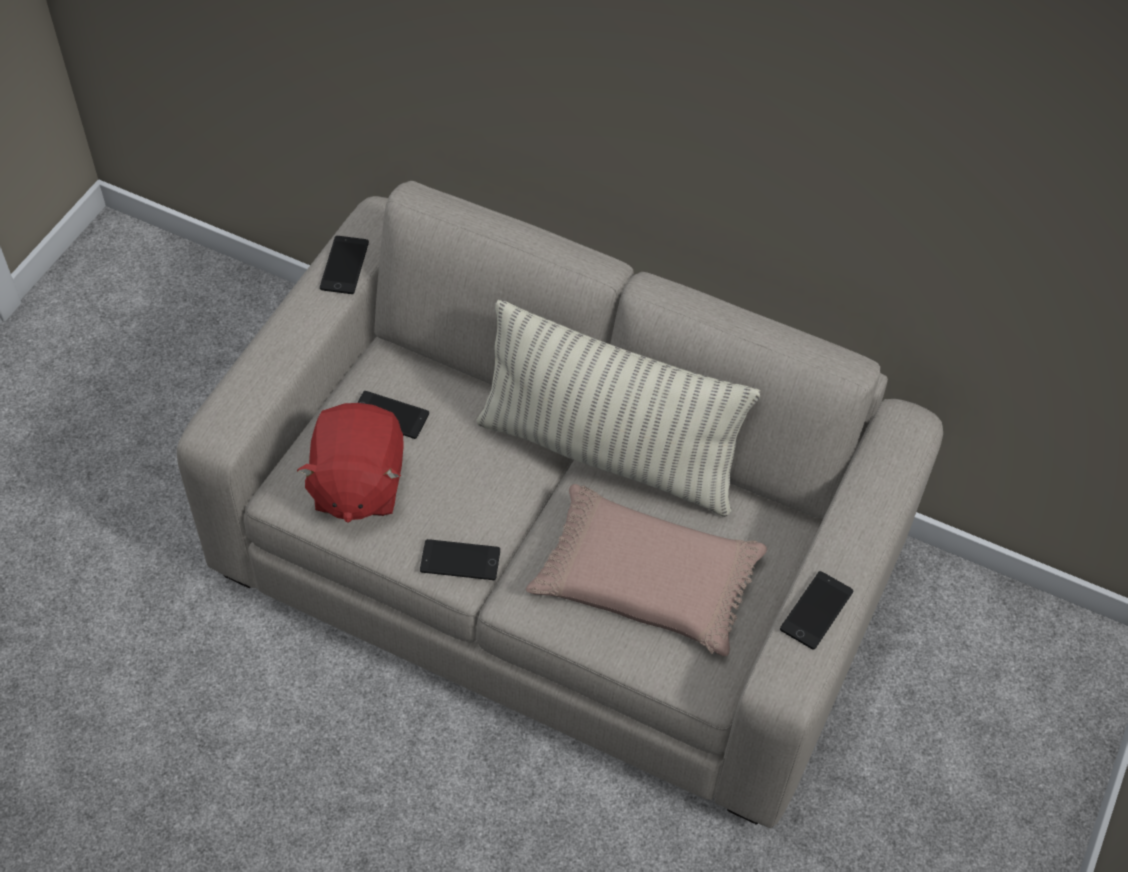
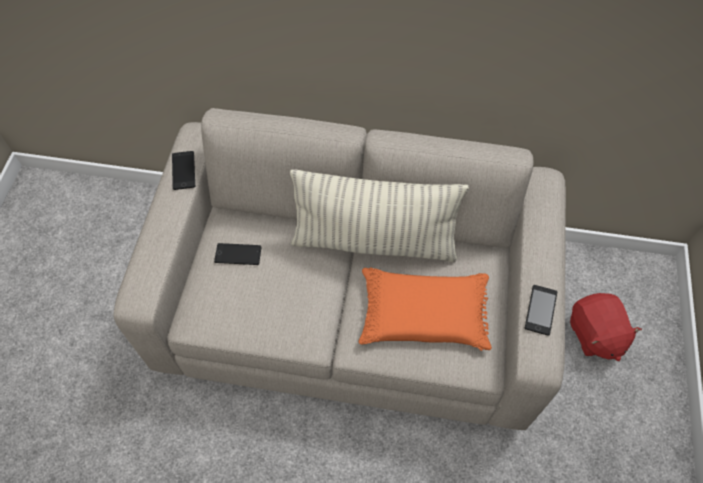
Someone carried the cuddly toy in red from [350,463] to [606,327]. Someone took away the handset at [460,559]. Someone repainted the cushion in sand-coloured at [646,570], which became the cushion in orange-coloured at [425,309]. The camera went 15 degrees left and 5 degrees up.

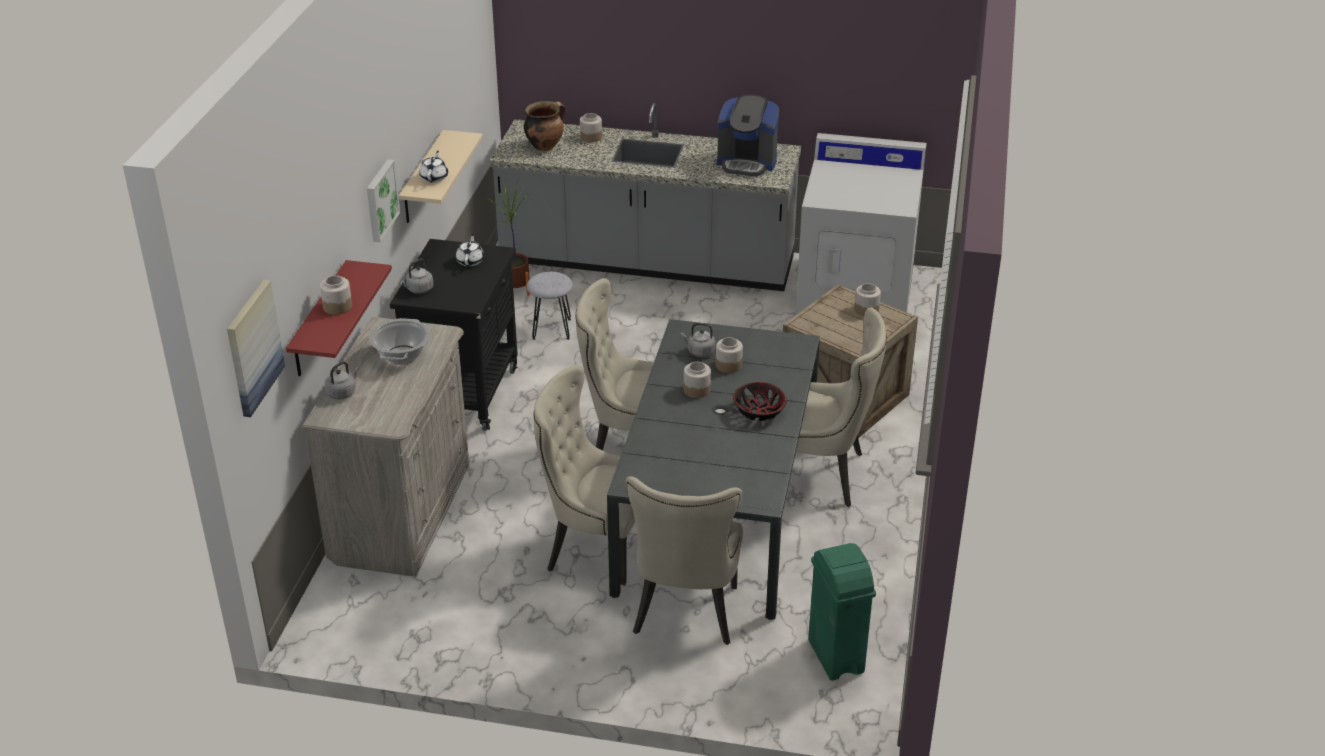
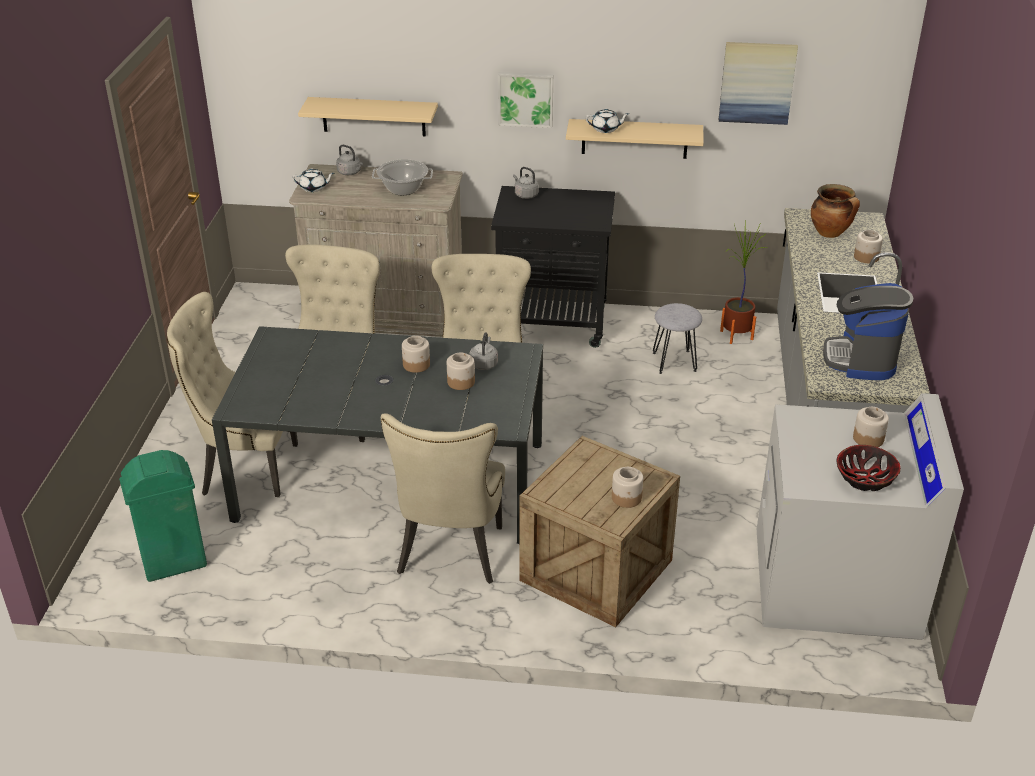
Someone carried the wall art from [256,348] to [758,83]. Someone repainted the bracket shelf in red at [339,318], which became the bracket shelf in sand-coloured at [368,116]. Someone carried the preserve jar from [336,295] to [871,427]. Someone carried the tea pot in white from [470,250] to [313,180]. Someone carried the bowl from [760,401] to [868,468]. The camera went 85 degrees right and 0 degrees up.

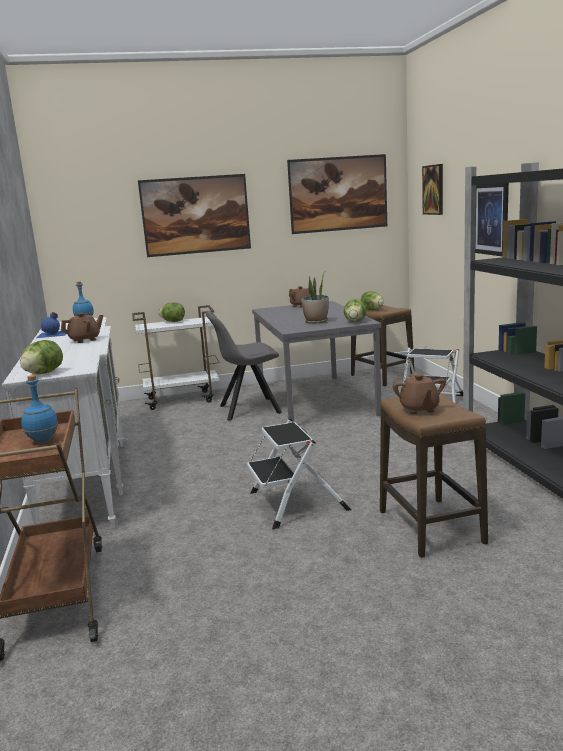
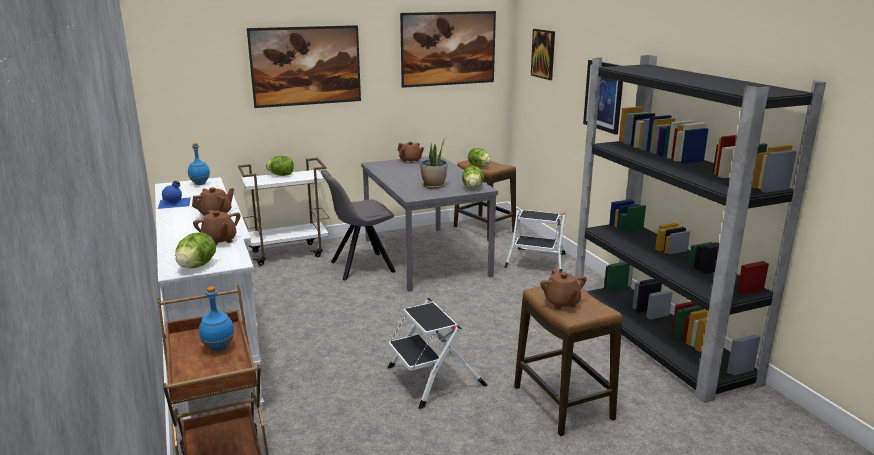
Someone put down the tea pot in brown at [217,228]. The camera went 10 degrees left and 5 degrees up.

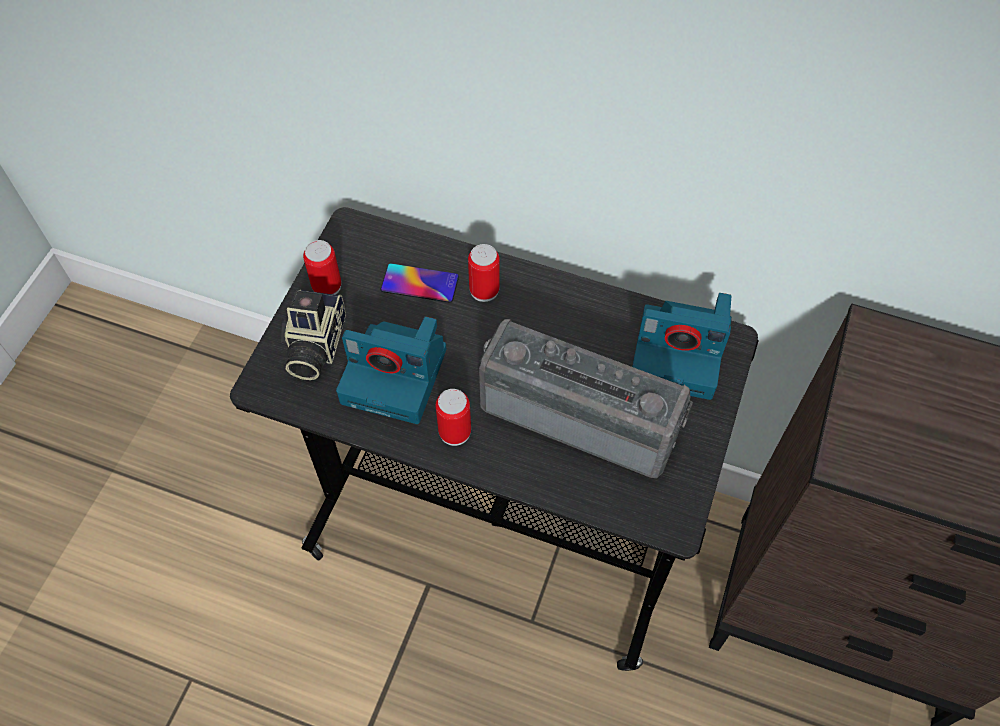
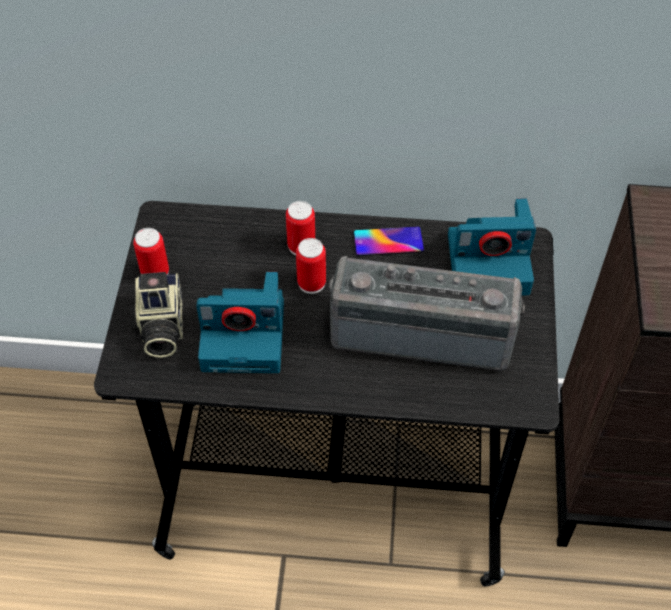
Someone carried the handset from [420,283] to [388,241]. Someone carried the sealed can from [453,417] to [311,266]. The camera went 15 degrees left and 5 degrees down.

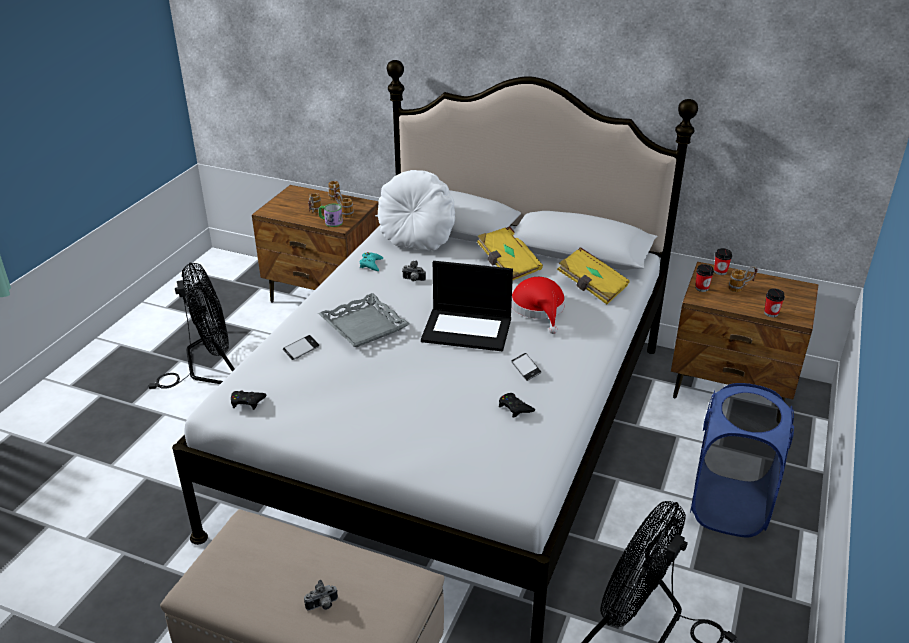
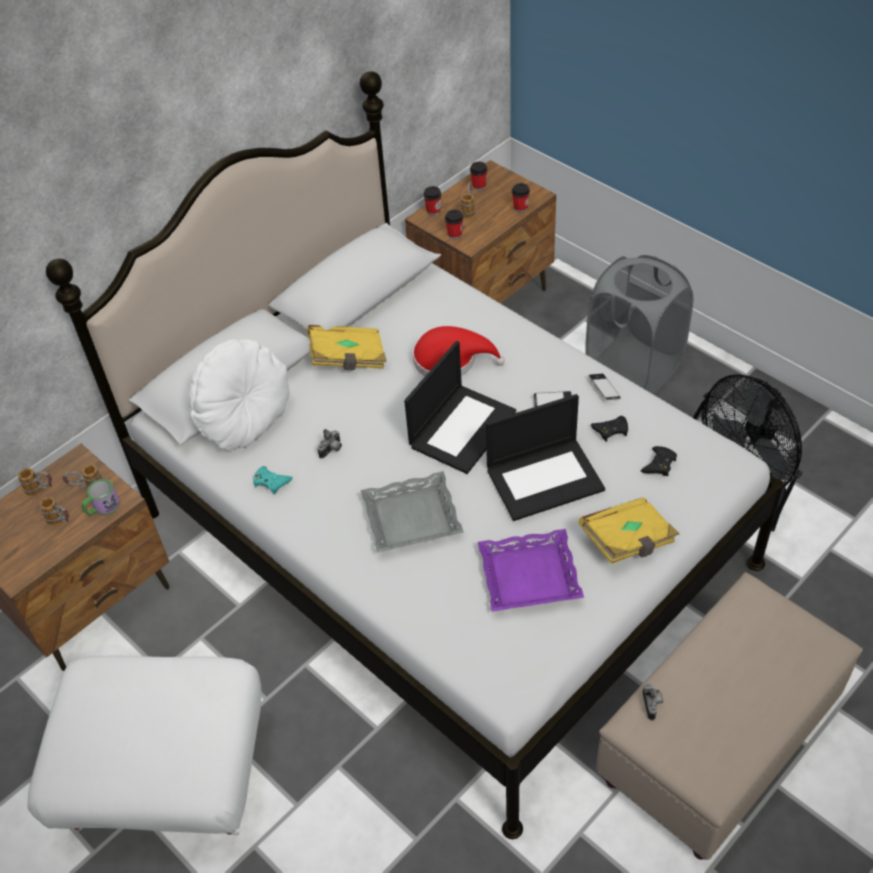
Someone swapped the cooling fan in blackish at [191,325] for the footrest in white at [144,745]. Someone carried the joypad in blackish from [249,400] to [659,461]. Someone carried the handset from [301,347] to [604,387]. Someone carried the photo camera from [321,595] to [653,701]. Someone carried the bound book in yellow-coloured from [593,275] to [628,530]. Someone repainted the laundry basket in blue at [742,460], which became the laundry basket in grey at [639,325]. Someone put down the small cup at [479,176]. Someone put down the carrying tray in purplish at [531,570]. Someone put down the portable computer at [545,457]. The camera went 65 degrees left and 15 degrees up.

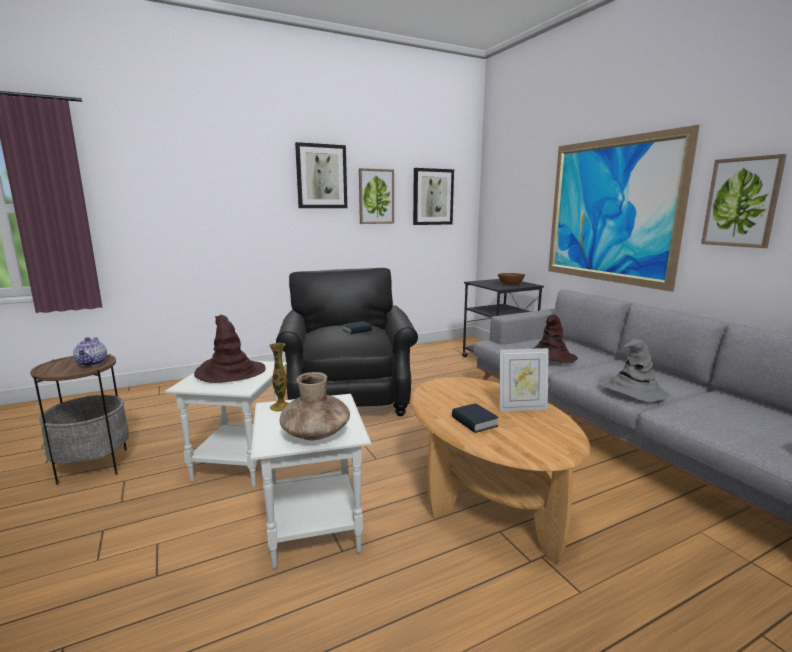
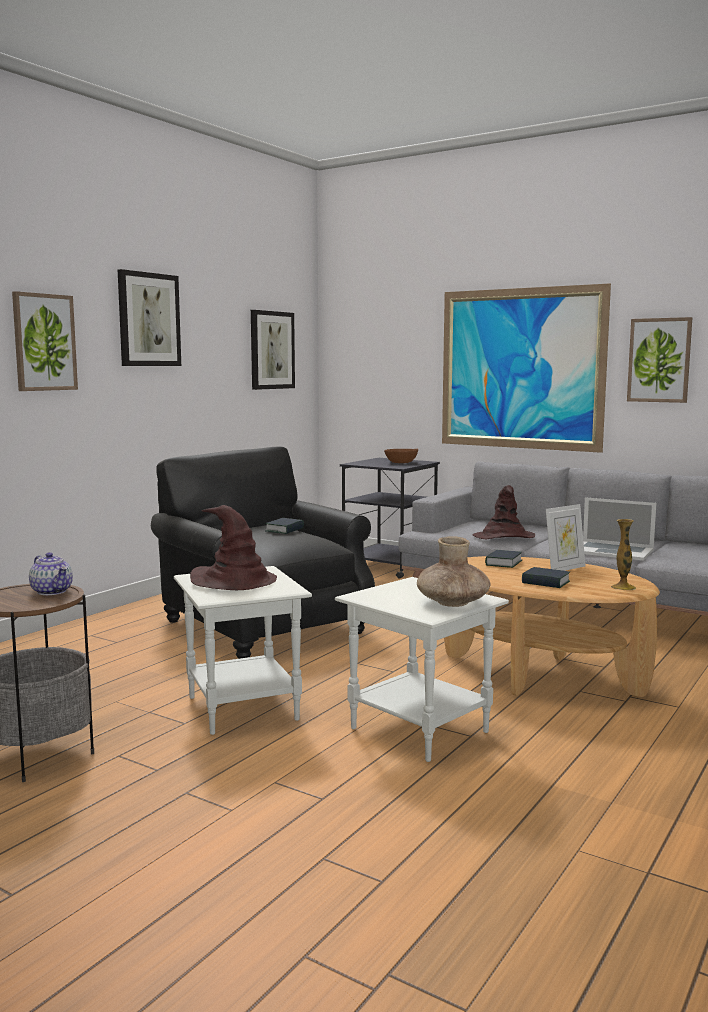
Someone carried the vase from [279,377] to [623,554]. Someone carried the wall art from [376,196] to [45,341]. Someone swapped the hat in grey at [634,370] for the portable computer at [619,529]. Someone put down the bound book at [503,559]. The camera went 30 degrees left and 5 degrees down.

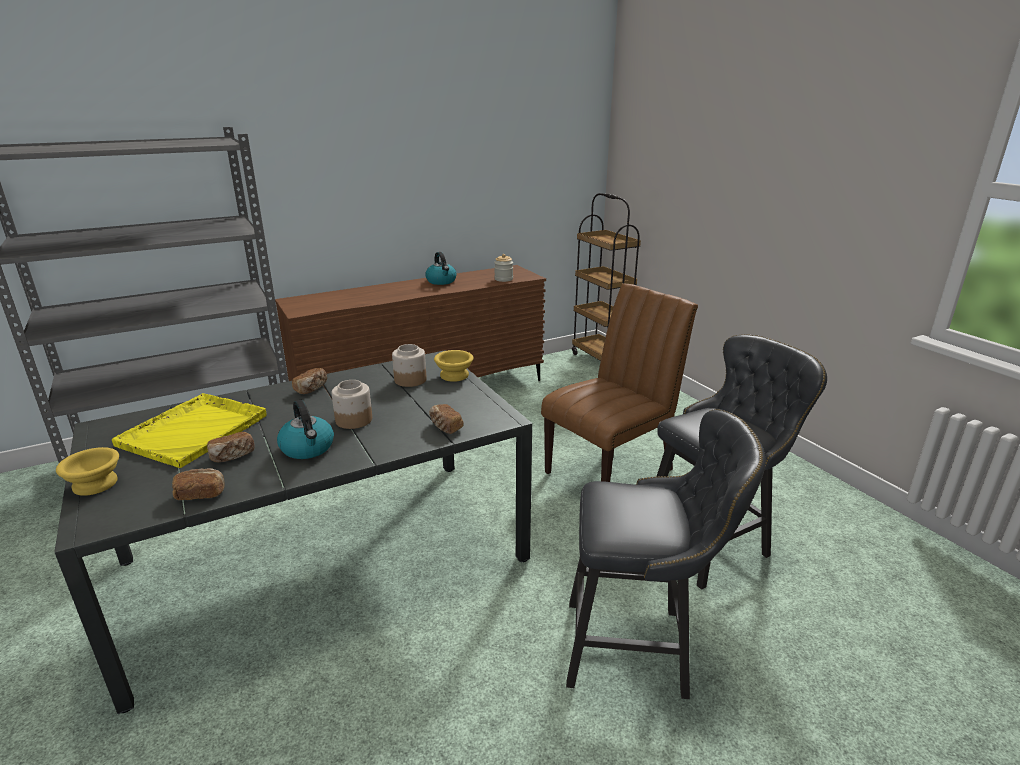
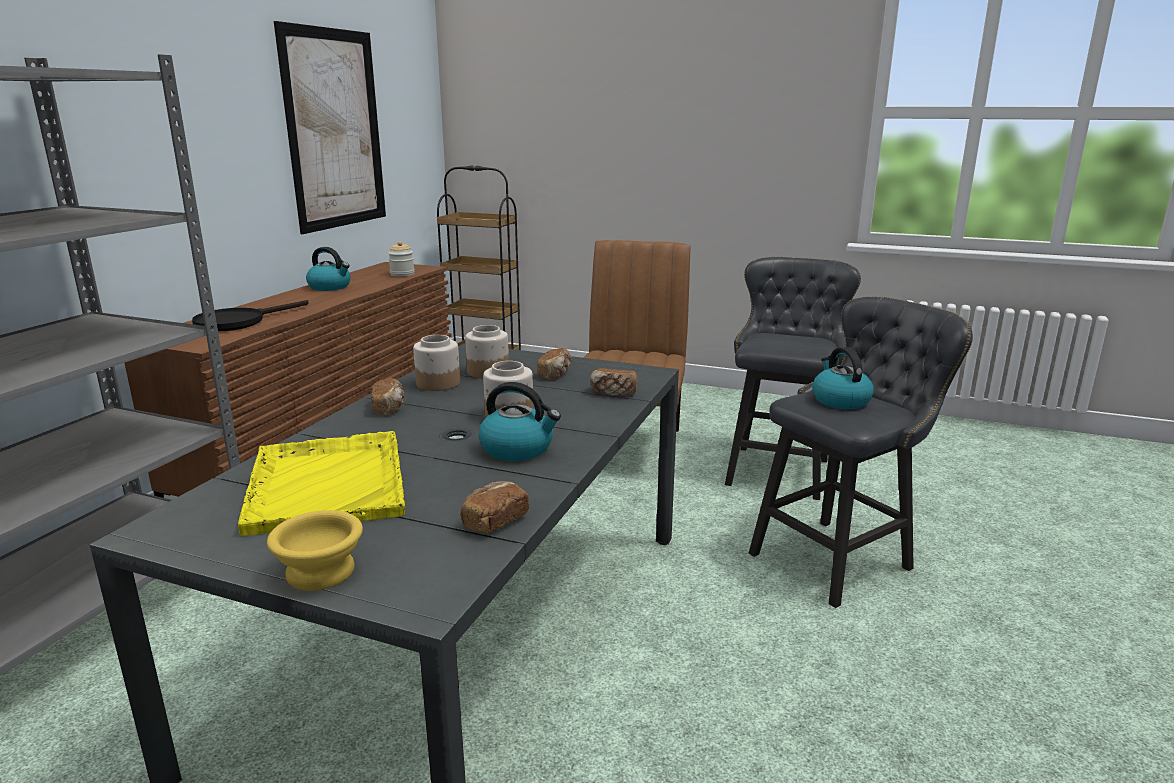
Someone carried the bakery bread from [231,447] to [554,363]. Someone took away the bowl in yellow-coloured at [453,366]. Someone put down the frying pan in blackish at [250,315]. Someone put up the wall art at [330,127]. Someone put down the preserve jar at [436,363]. Someone put down the kettle at [843,378]. The camera went 40 degrees left and 5 degrees down.

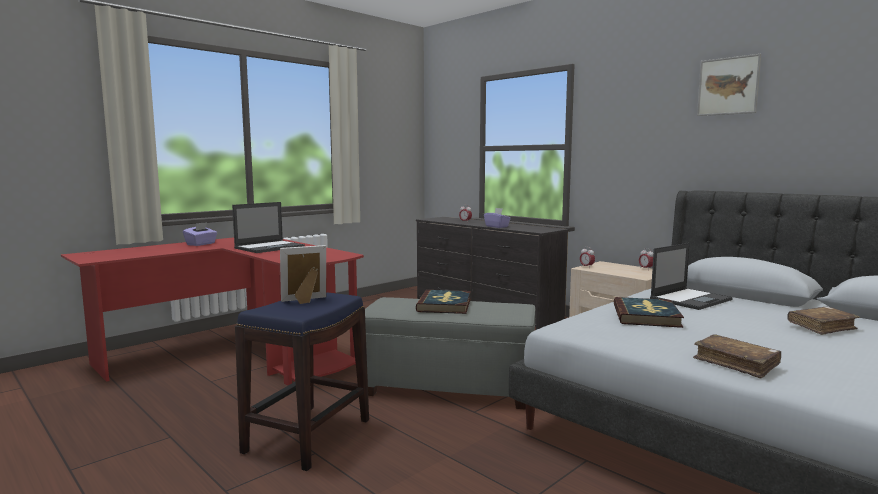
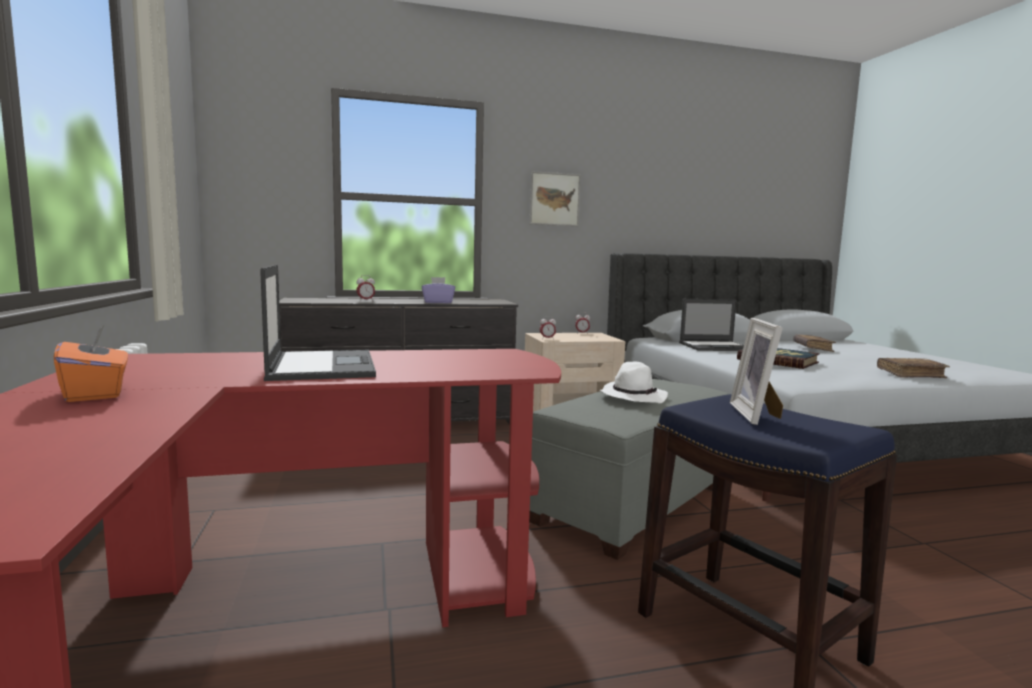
Someone repainted the box of tissues in purplish at [200,234], which became the box of tissues in orange-coloured at [91,363]. Someone swapped the bound book at [443,302] for the hat in white at [633,383]. Someone rotated the portable computer at [691,276] by 90 degrees clockwise. Someone carried the wall art from [729,85] to [555,198]. The camera went 60 degrees left and 0 degrees up.

